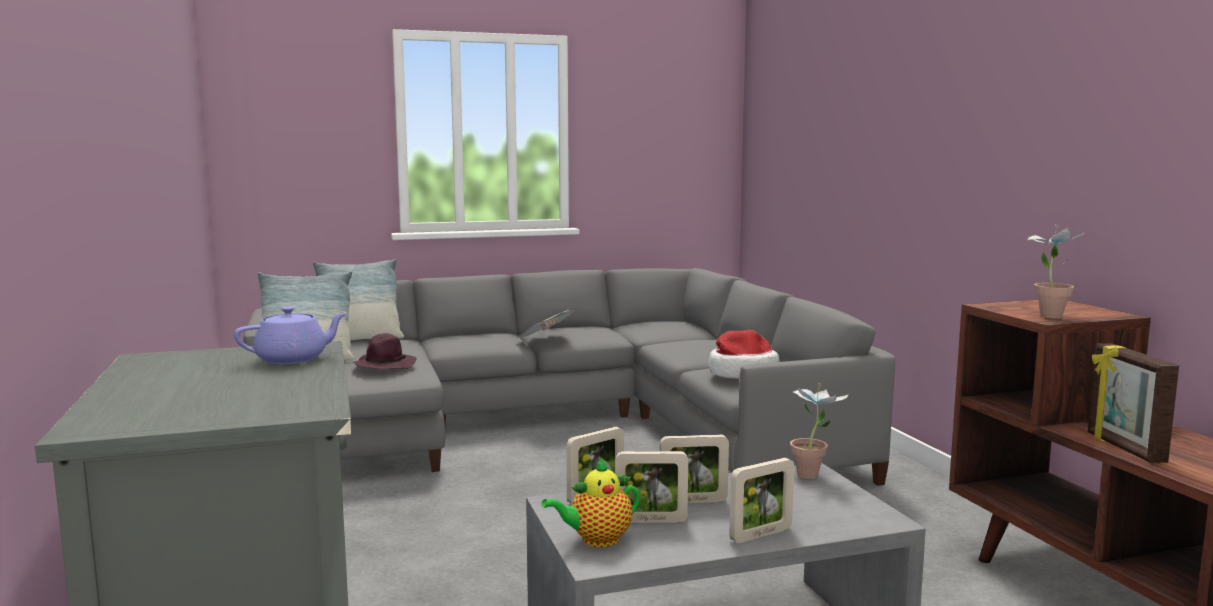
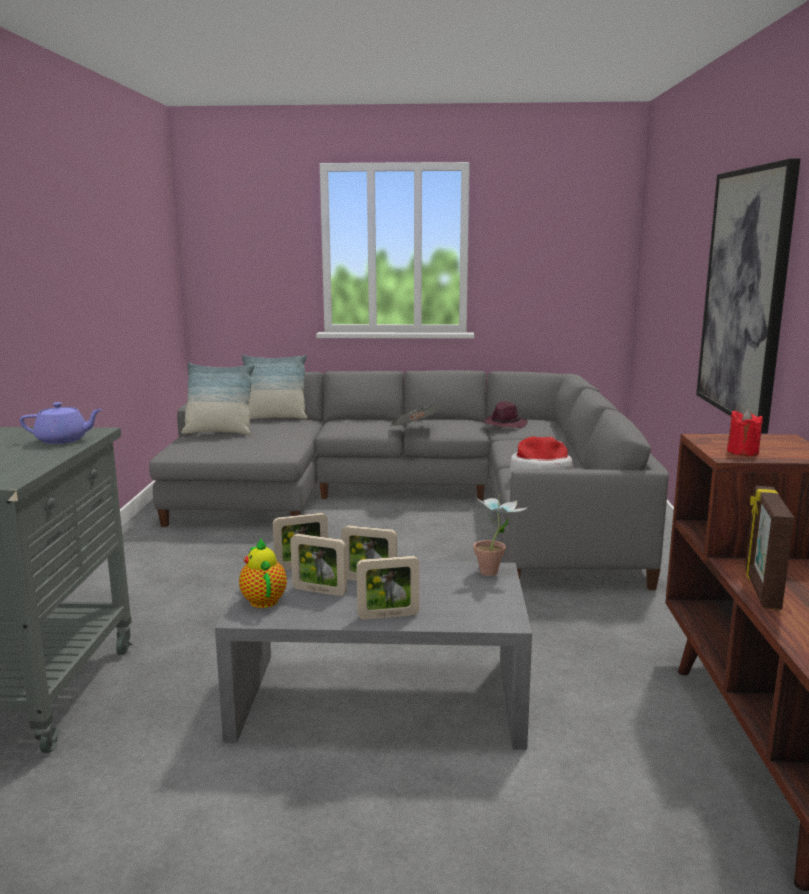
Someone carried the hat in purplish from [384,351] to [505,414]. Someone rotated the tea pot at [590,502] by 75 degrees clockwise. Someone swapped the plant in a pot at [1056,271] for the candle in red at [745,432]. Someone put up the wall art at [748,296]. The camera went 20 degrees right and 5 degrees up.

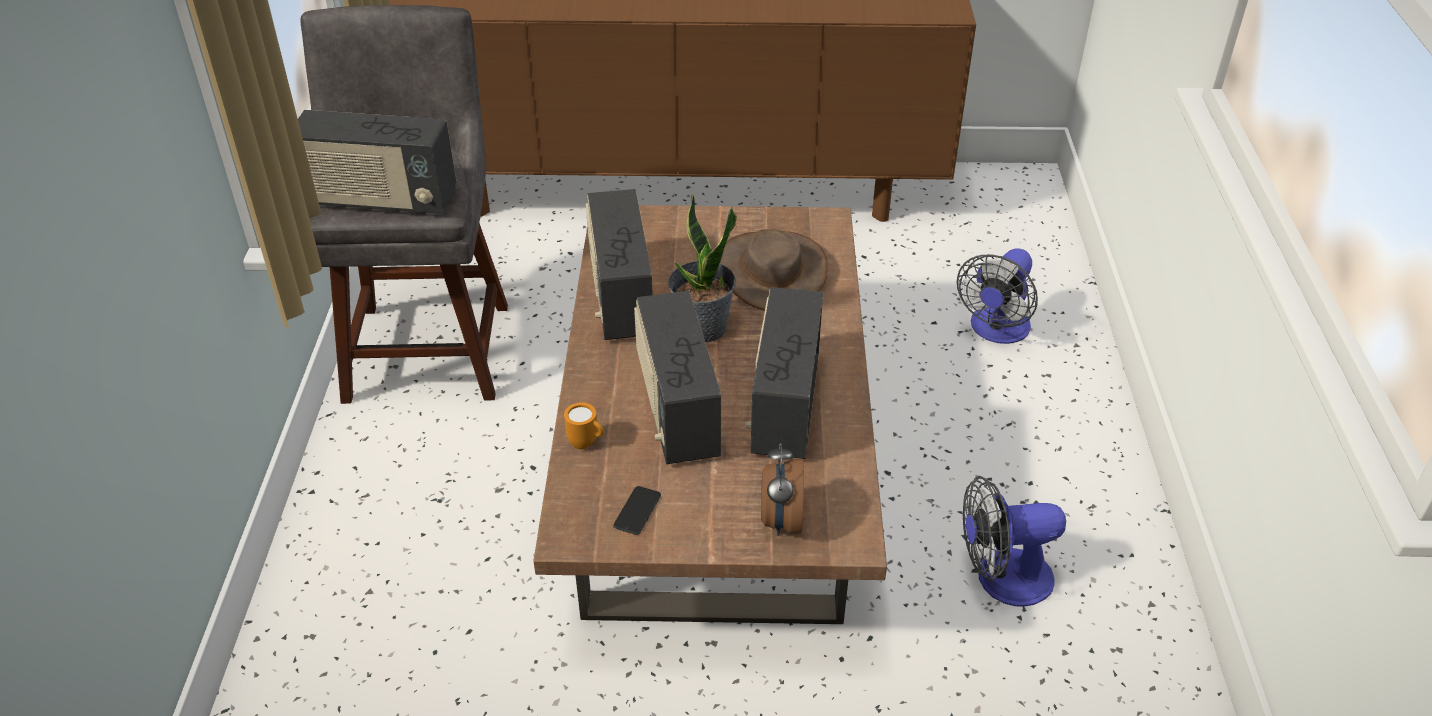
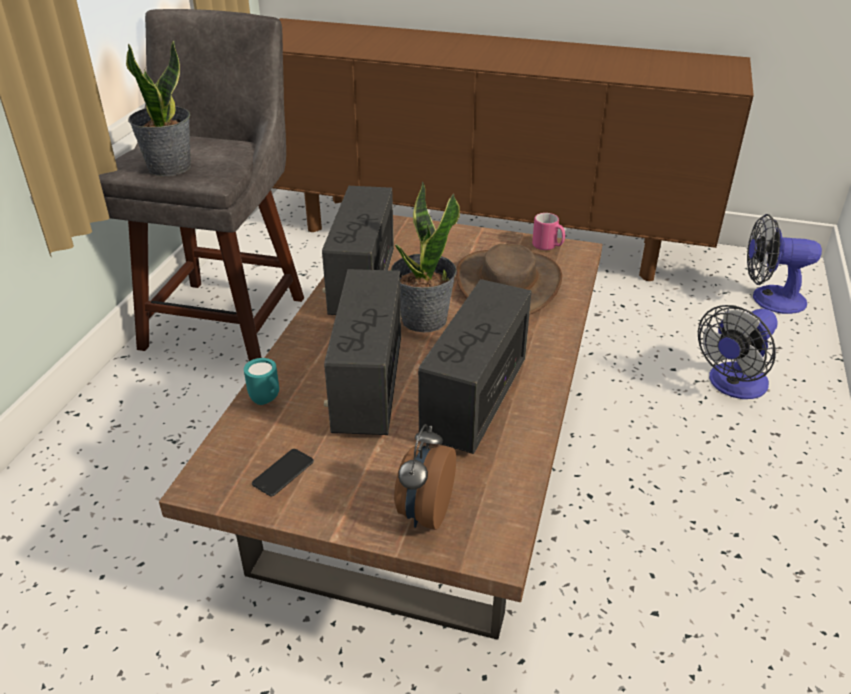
Someone swapped the radio at [377,162] for the plant in a pot at [158,108]. Someone repainted the coffee mug in orange-coloured at [584,425], which became the coffee mug in turquoise-coloured at [261,381]. Someone carried the cooling fan from [1014,541] to [784,264]. Someone put down the coffee mug in pink-coloured at [548,231]. The camera went 15 degrees right and 5 degrees down.

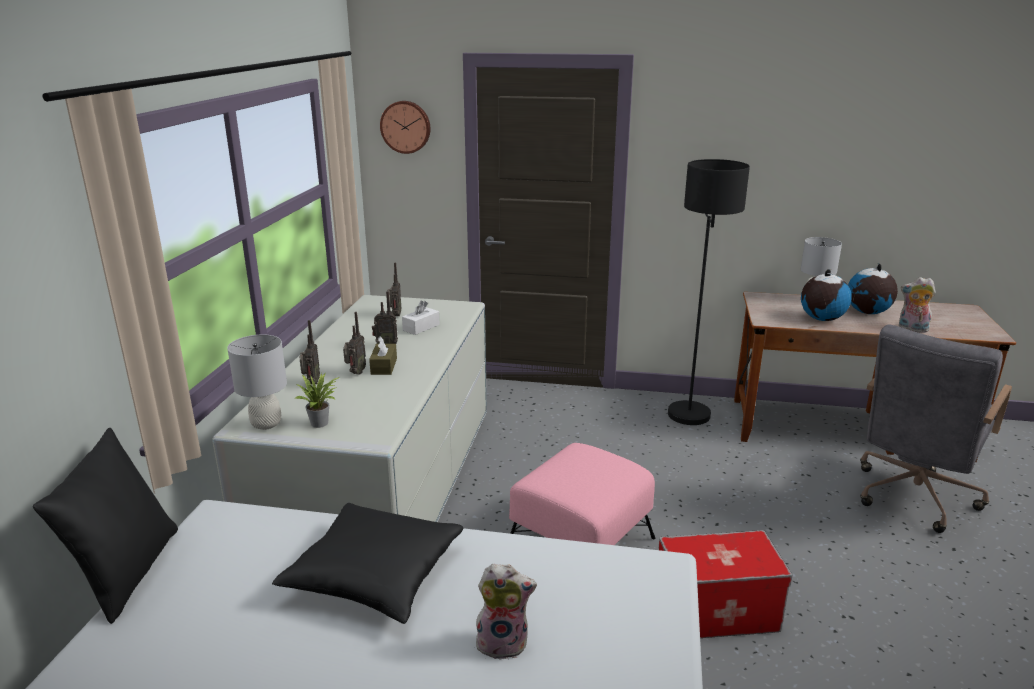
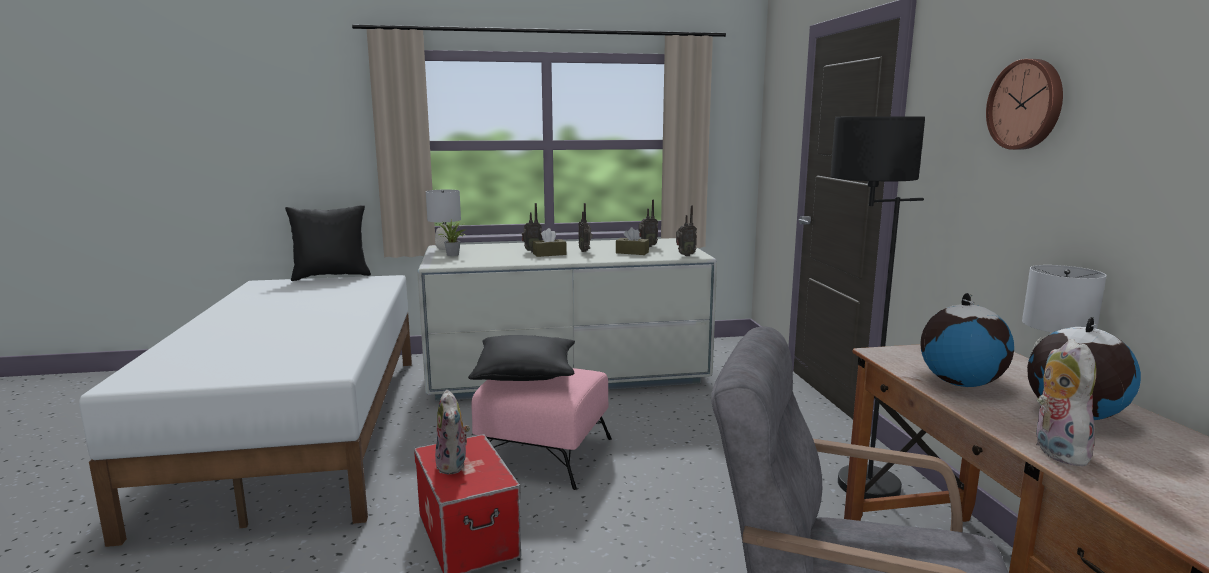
Someone carried the cushion in blackish from [367,563] to [521,358]. Someone carried the radio from [309,352] to [686,230]. Someone carried the wall clock from [405,127] to [1024,104]. Someone repainted the box of tissues in white at [421,317], which became the box of tissues in brown at [632,241]. Someone carried the cuddly toy from [505,612] to [452,432]. The camera went 70 degrees right and 10 degrees down.

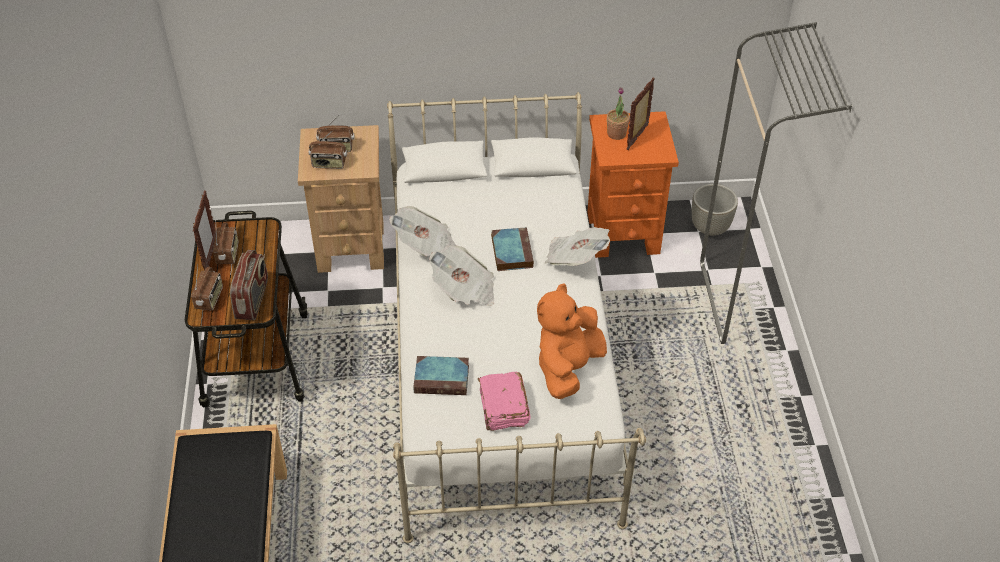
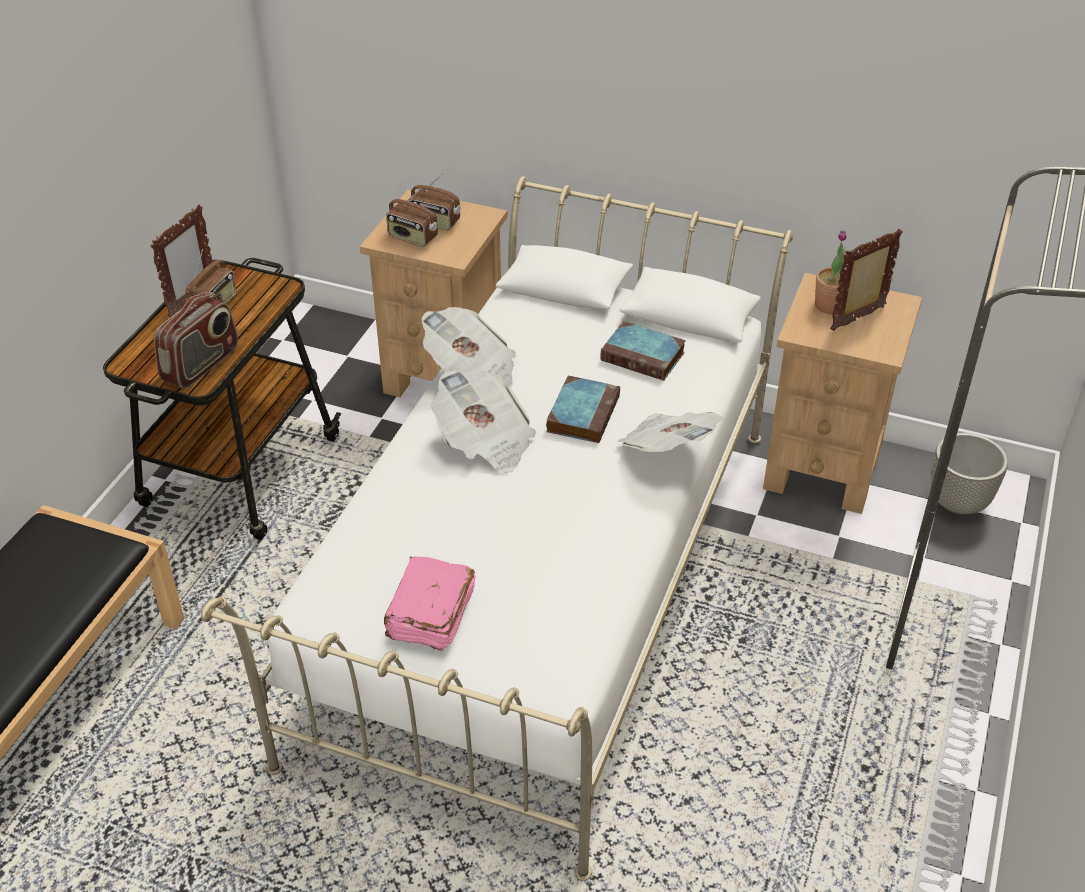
Someone took away the radio at [207,288]. Someone carried the bound book from [441,375] to [643,351]. Someone took away the cuddly toy in orange-coloured at [572,341]. Someone repainted the nightstand in orange-coloured at [633,184], which became the nightstand in sand-coloured at [842,393]. The camera went 25 degrees right and 5 degrees down.

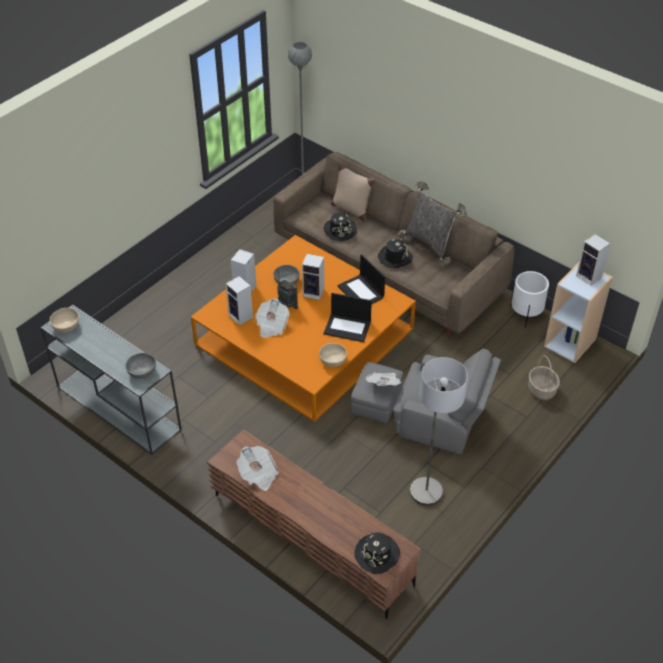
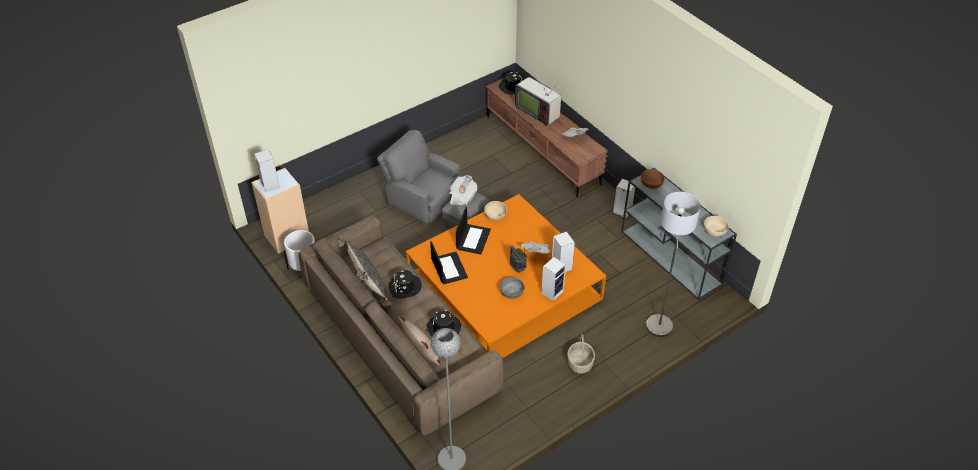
Someone repainted the bowl in grey at [140,366], which became the bowl in brown at [653,179]. Someone carried the audio speaker from [313,277] to [624,198]. Someone rotated the portable computer at [348,317] by 75 degrees clockwise. Someone carried the standing lamp in grey from [439,431] to [673,264]. Someone carried the household basket from [544,377] to [581,354]. Someone put down the TV at [538,100]. The camera went 165 degrees left and 0 degrees up.

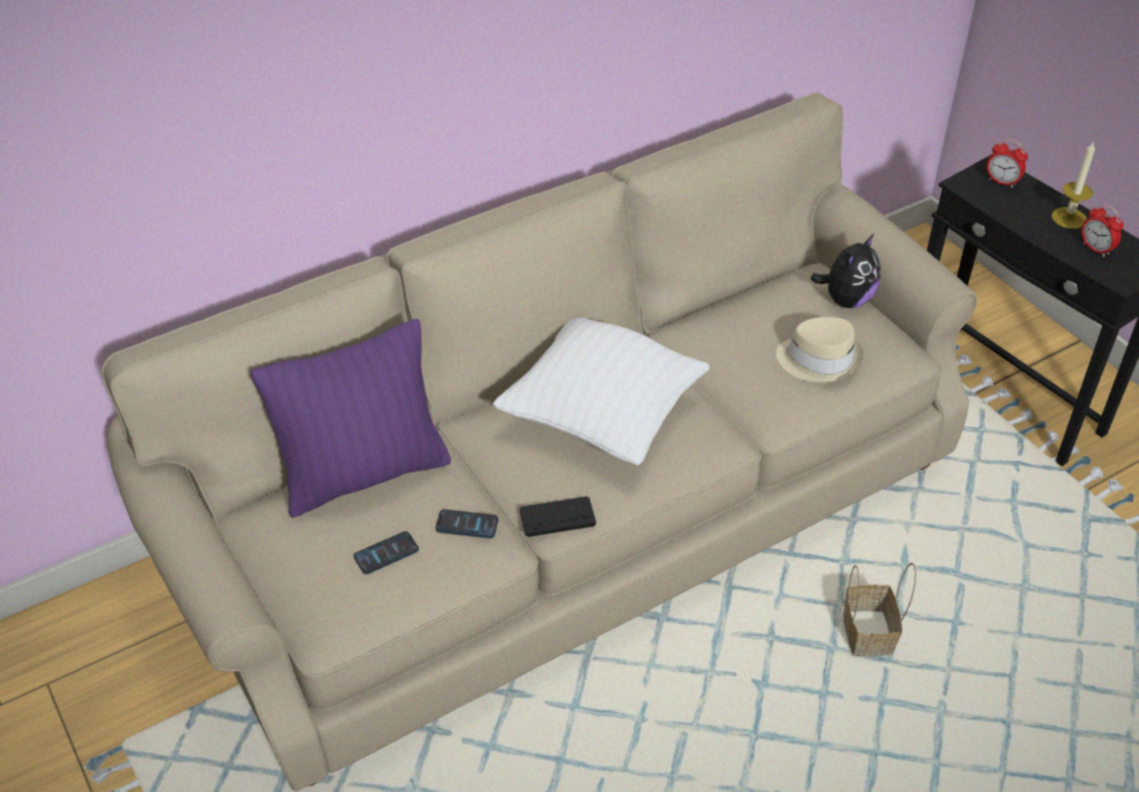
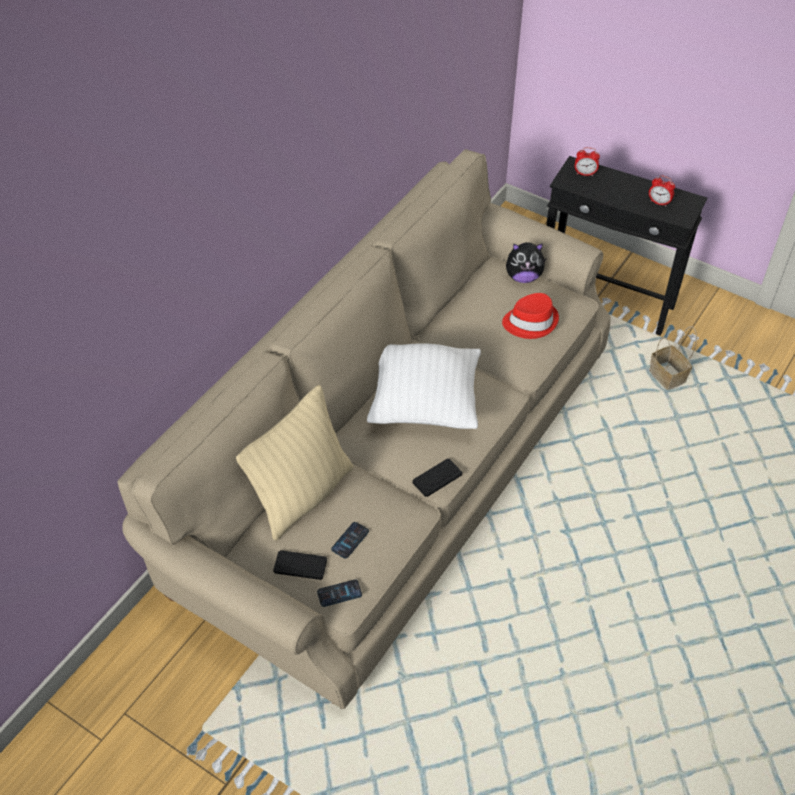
Someone repainted the cushion in purplish at [351,418], which became the cushion in sand-coloured at [294,463]. Someone carried the handset from [466,523] to [339,593]. Someone repainted the hat in sand-coloured at [819,350], which became the hat in red at [530,316]. Someone rotated the cuddly toy at [845,271] by 75 degrees clockwise. Someone carried the household basket from [879,609] to [673,358]. Someone took away the candle at [1073,185]. Someone put down the joypad in blackish at [300,565]. The camera went 25 degrees left and 5 degrees up.

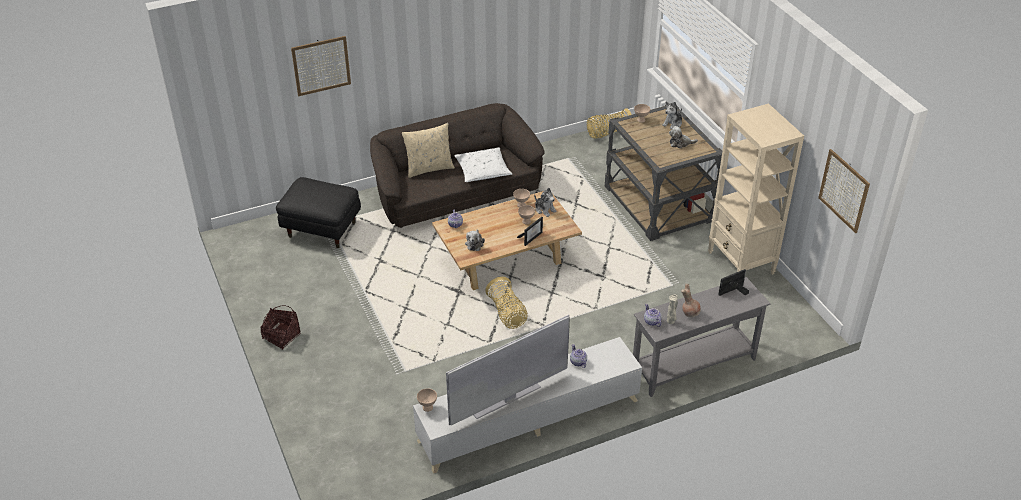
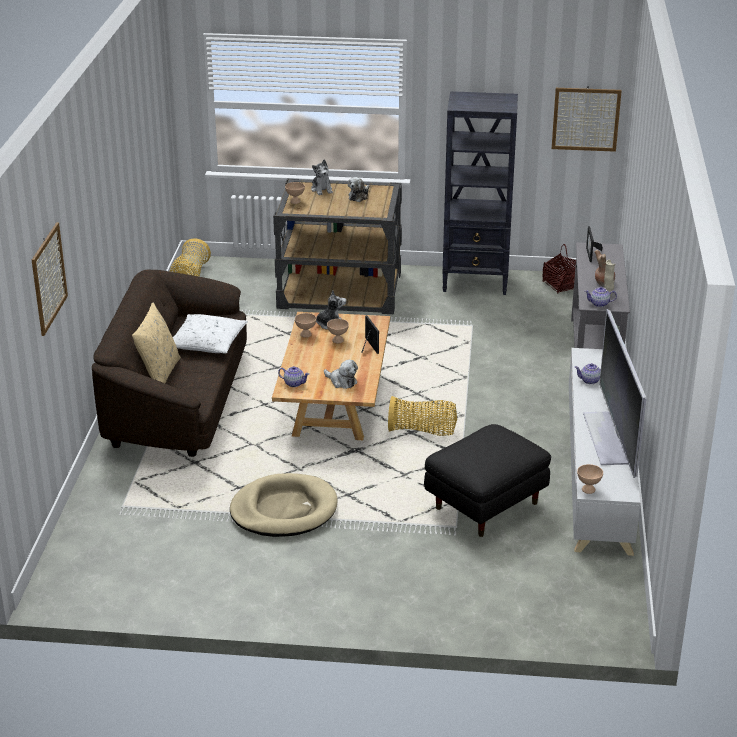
Someone carried the household basket from [281,327] to [559,269]. Someone carried the footrest in blackish from [318,212] to [487,480]. Someone repainted the bookshelf in sand-coloured at [756,189], which became the bookshelf in blackish at [480,193]. Someone put down the dog cushion in sand-coloured at [284,505]. The camera went 60 degrees left and 10 degrees down.

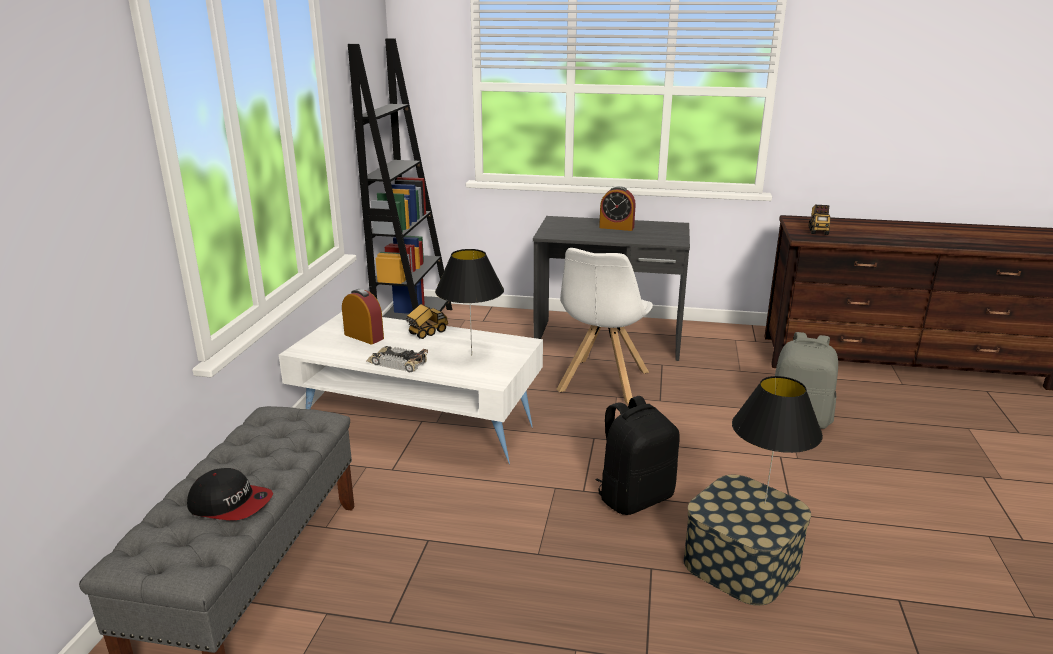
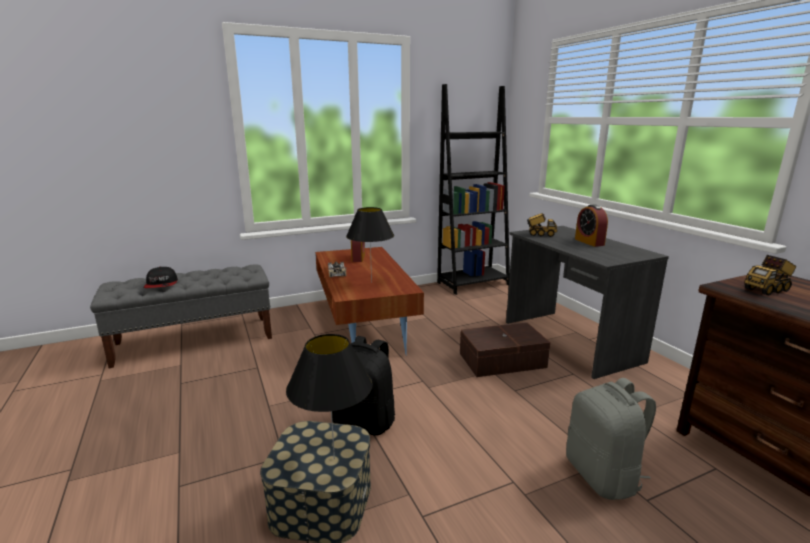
Someone repainted the lounge table in white at [411,388], which became the lounge table in brown at [369,300]. Someone carried the toy lorry from [426,321] to [542,225]. Someone swapped the upright chair in white at [604,326] for the storage container in brown at [505,349]. The camera went 55 degrees right and 5 degrees down.

